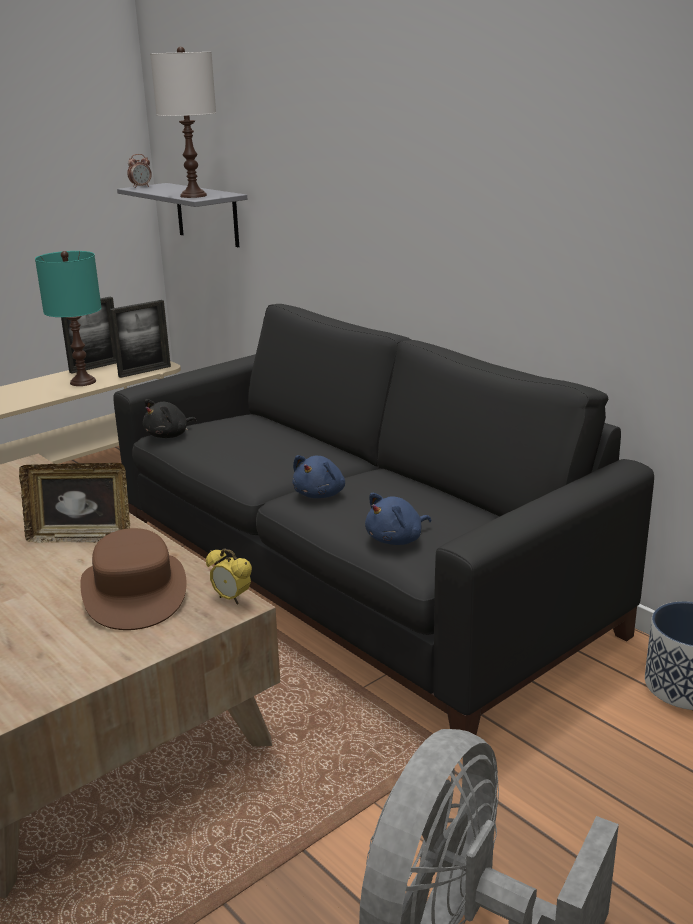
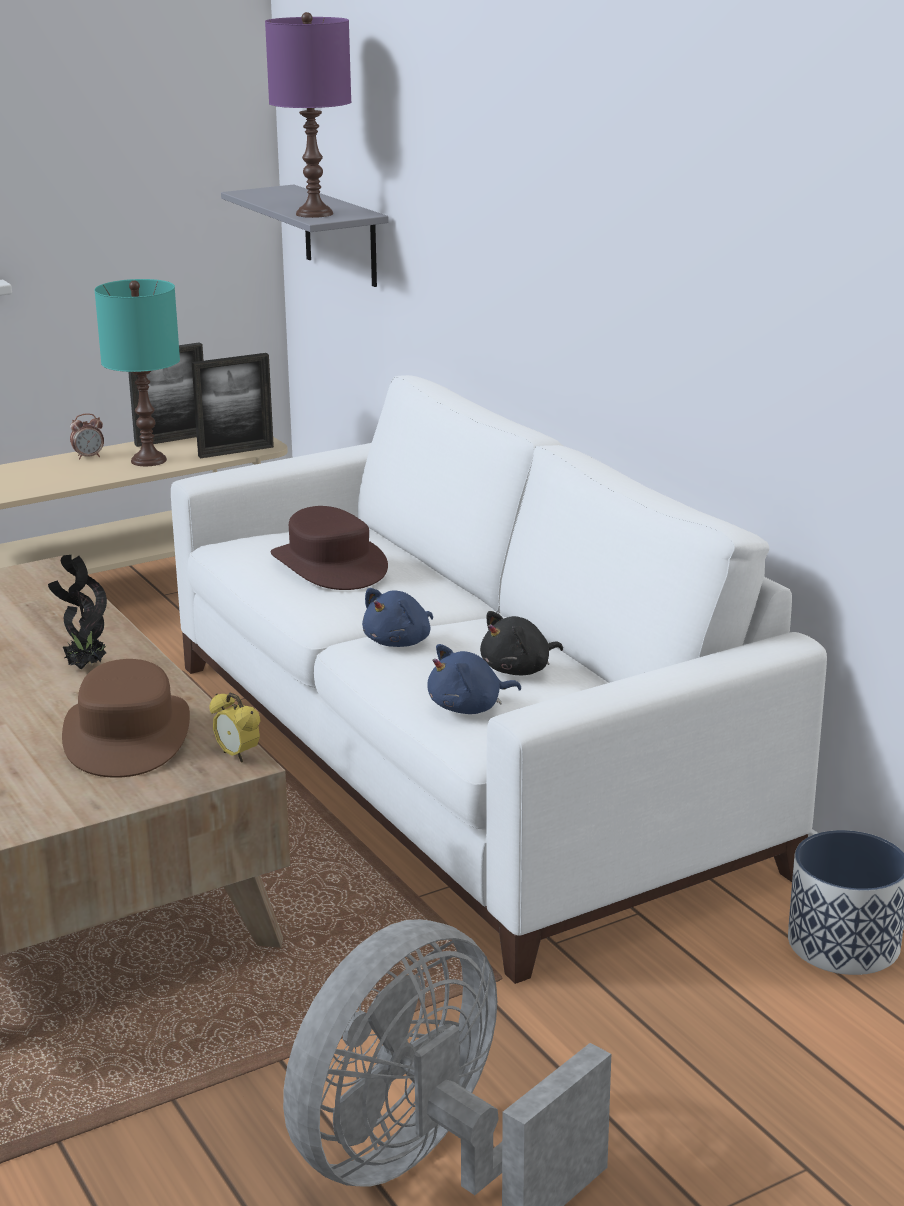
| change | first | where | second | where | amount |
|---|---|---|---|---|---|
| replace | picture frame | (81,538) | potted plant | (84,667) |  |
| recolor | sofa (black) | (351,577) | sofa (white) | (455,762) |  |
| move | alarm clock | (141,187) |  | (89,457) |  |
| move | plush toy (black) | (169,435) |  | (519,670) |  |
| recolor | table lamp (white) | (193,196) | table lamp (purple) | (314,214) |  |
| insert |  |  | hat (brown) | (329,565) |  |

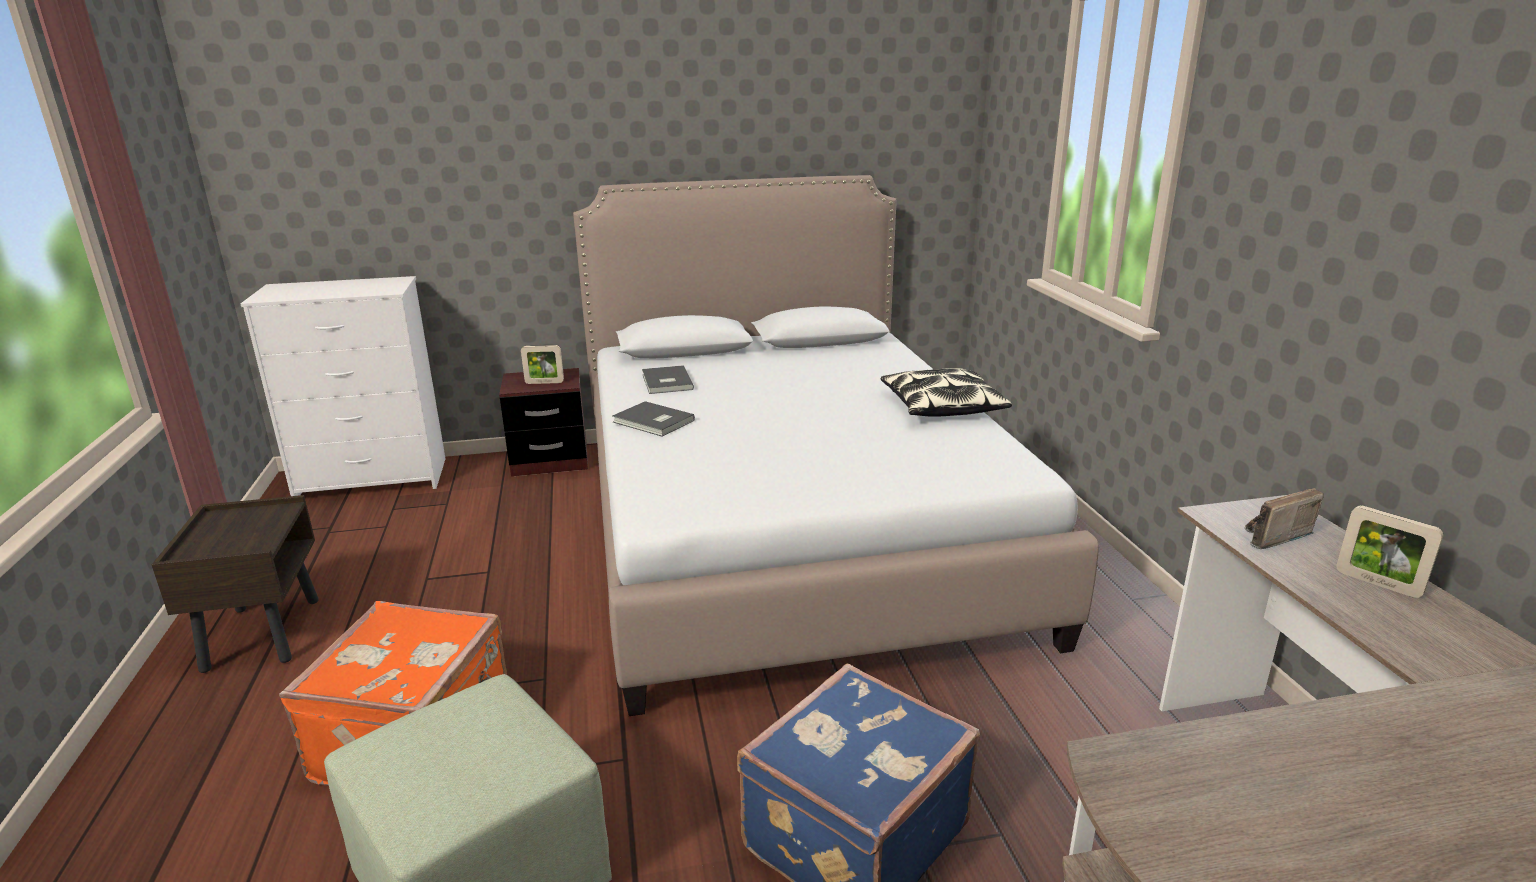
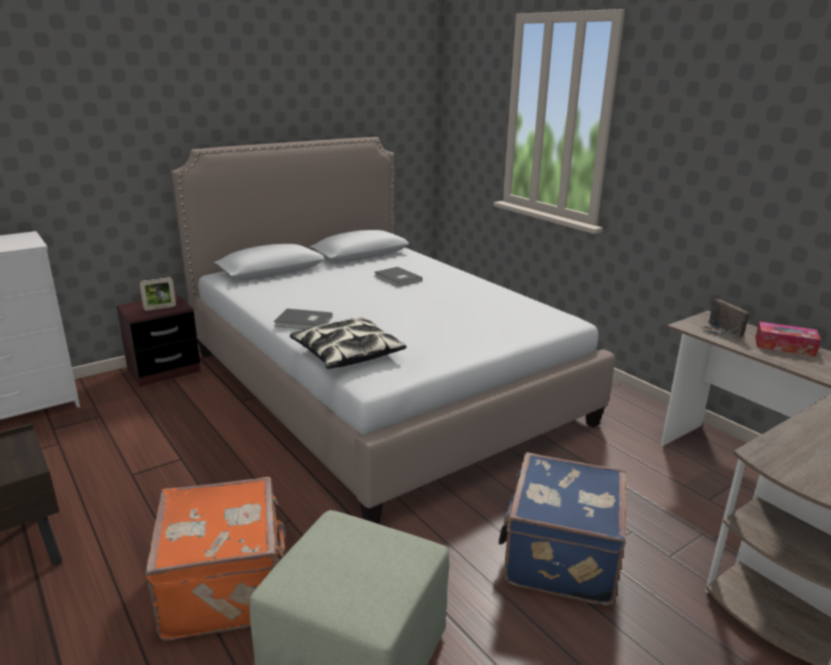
| change | first | where | second | where | amount |
|---|---|---|---|---|---|
| move | book (grey) | (665,382) |  | (397,278) |  |
| move | pillow | (941,406) |  | (347,353) |  |
| rotate | radio | (1269,536) |  | (720,332) | 60 degrees counterclockwise |
| replace | picture frame | (1377,583) | tissue box | (784,346) |  |

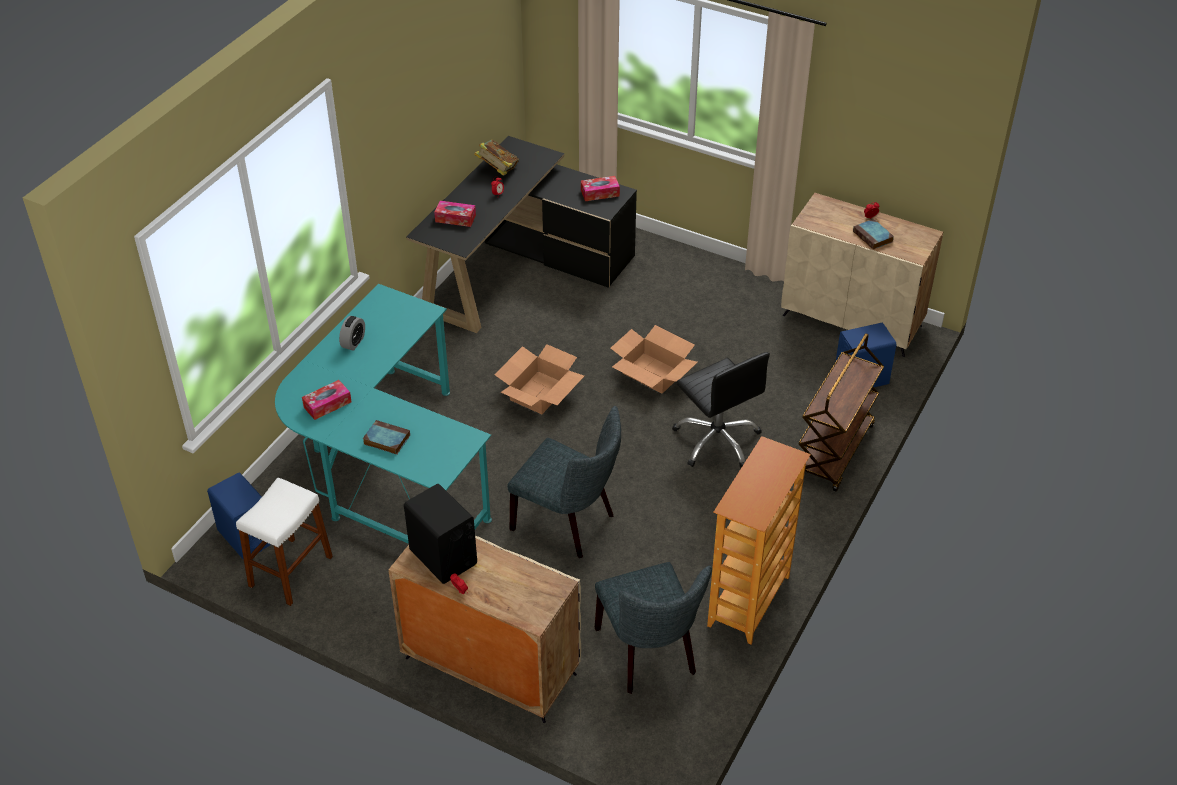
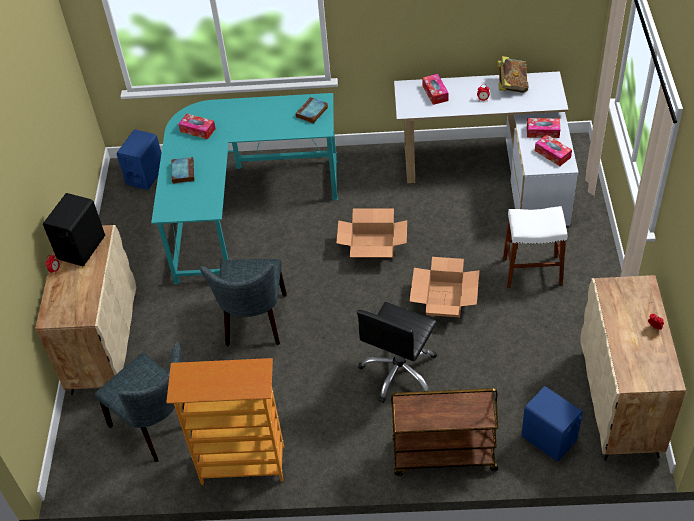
| change | first | where | second | where | amount |
|---|---|---|---|---|---|
| move | stool (white) | (290,571) |  | (532,271) |  |
| delete | alarm clock | (353,342) |  |  |  |
| recolor | desk (black) | (520,270) | desk (white) | (494,172) |  |
| rotate | chair (grey) | (649,655) |  | (158,426) | 90 degrees counterclockwise |
| move | book | (873,237) |  | (312,113) |  |
| insert |  |  | tissue box | (542,132) |  |

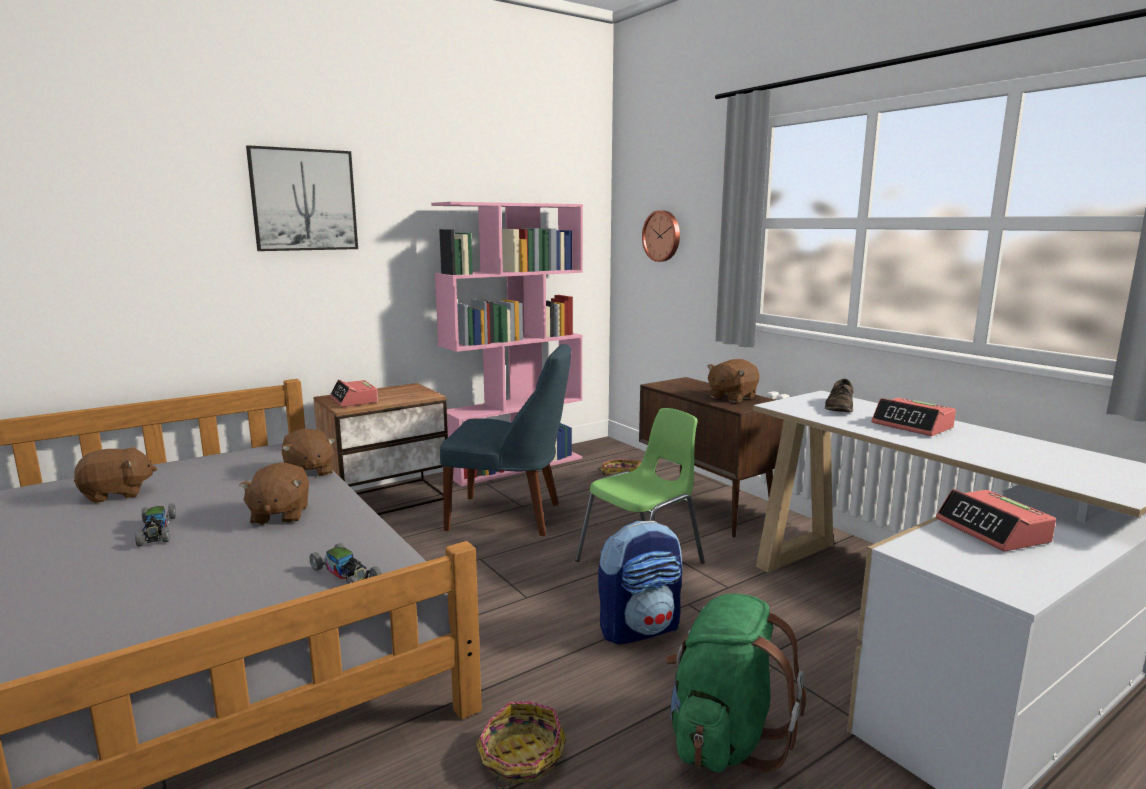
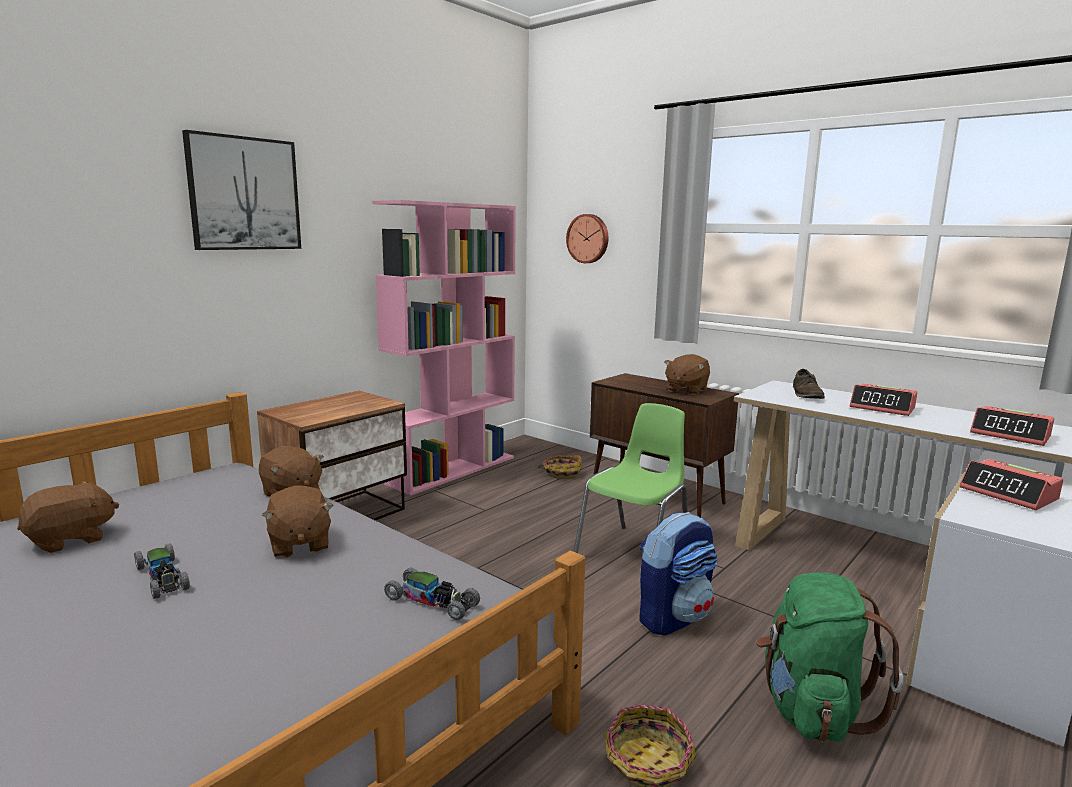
| change | first | where | second | where | amount |
|---|---|---|---|---|---|
| move | alarm clock | (354,400) |  | (1010,435) |  |
| delete | chair (blue) | (510,516) |  |  |  |

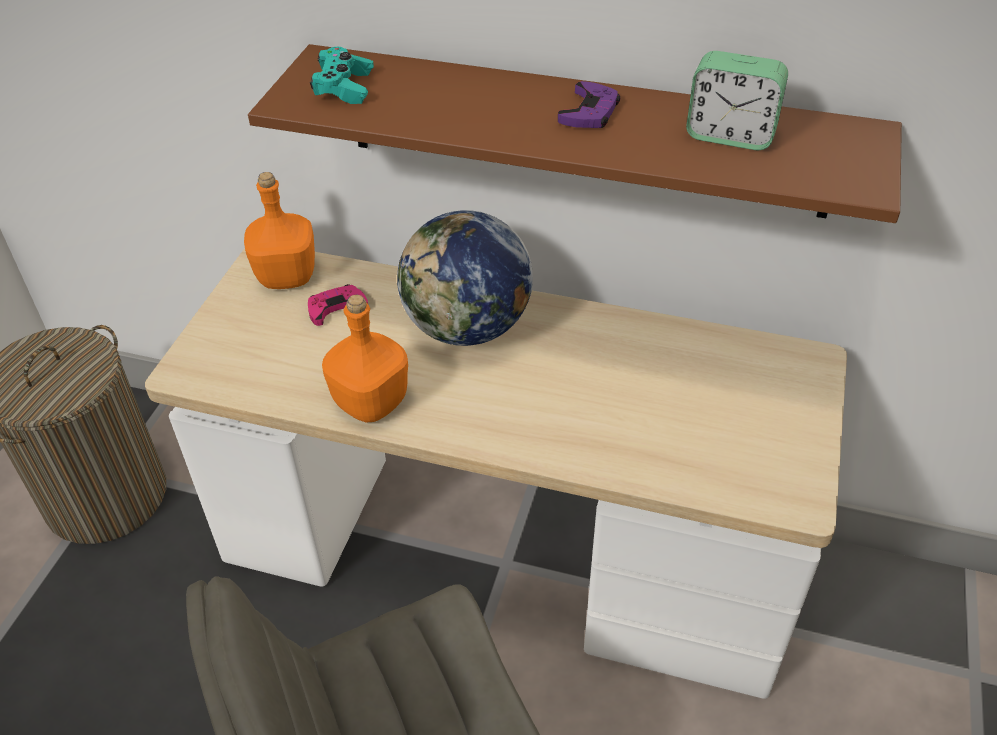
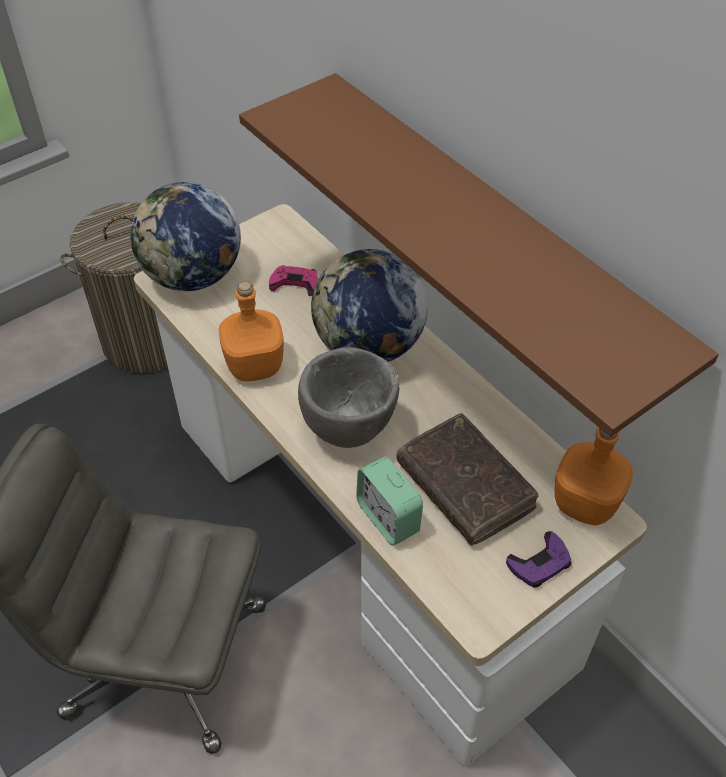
| change | first | where | second | where | amount |
|---|---|---|---|---|---|
| move | bottle (orange) | (285,277) |  | (583,503) |  |
| delete | game controller (turquoise) | (344,88) |  |  |  |
| move | game controller (purple) | (589,112) |  | (539,563) |  |
| move | alarm clock | (730,135) |  | (388,518) |  |
| insert |  |  | globe | (193,277) |  |
| insert |  |  | bowl (grey) | (349,432) |  |
| insert |  |  | book (brown) | (464,487) |  |

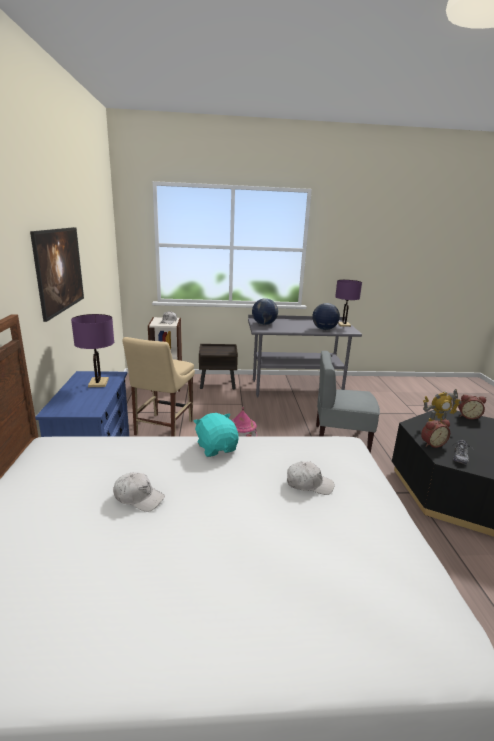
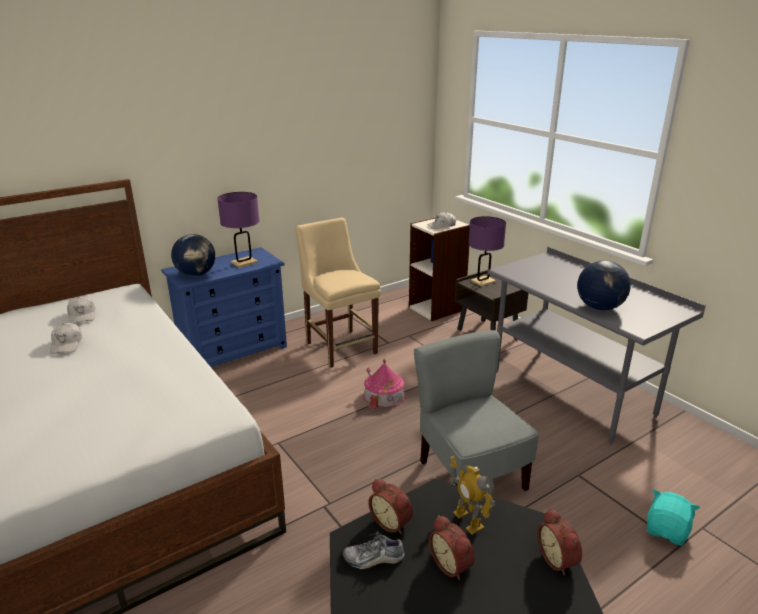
| change | first | where | second | where | amount |
|---|---|---|---|---|---|
| delete | picture | (62,289) |  |  |  |
| rotate | chair (beige) | (162,429) |  | (340,346) | 75 degrees clockwise |
| move | plush toy (turquoise) | (217,448) |  | (667,530) |  |
| move | globe | (264,324) |  | (196,274) |  |
| move | cap (white) | (309,484) |  | (82,315) |  |
| move | table lamp (purple) | (344,324) |  | (483,281) |  |
| insert |  |  | alarm clock | (452,564) |  |

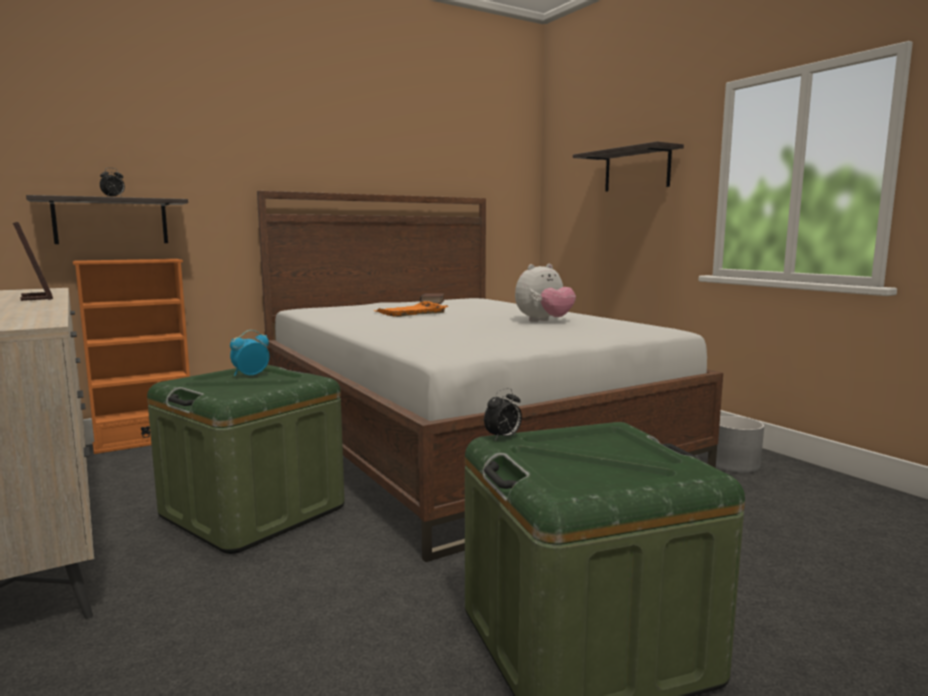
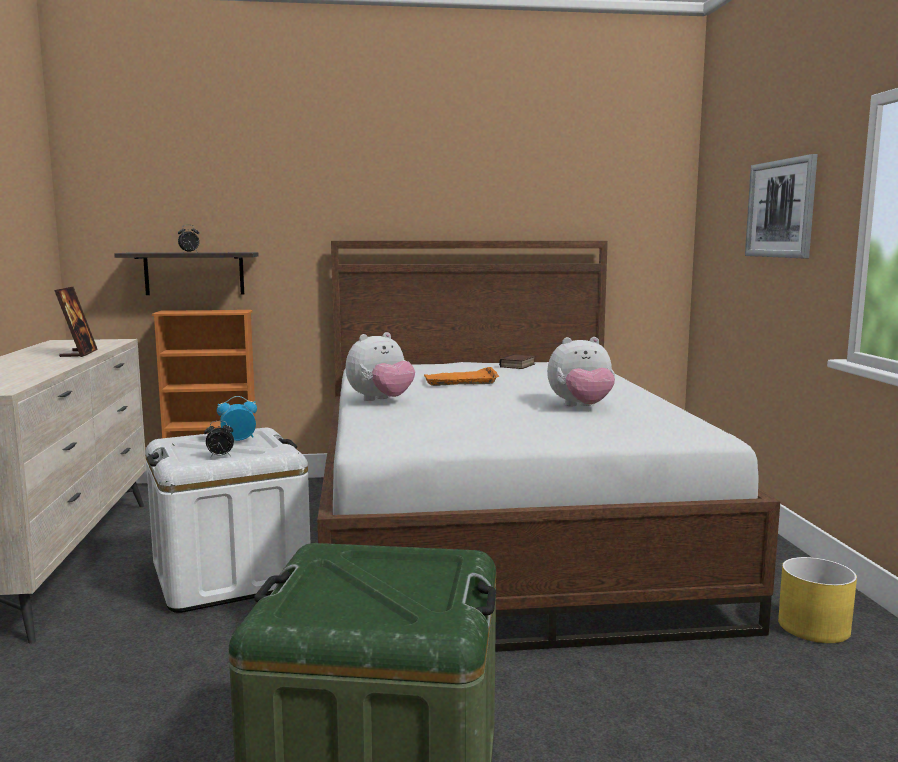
| change | first | where | second | where | amount |
|---|---|---|---|---|---|
| recolor | storage box (green) | (253,511) | storage box (white) | (230,575) |  |
| move | alarm clock | (503,437) |  | (220,456) |  |
| replace | shelf | (637,170) | picture | (780,209) |  |
| recolor | planter (grey) | (734,465) | planter (yellow) | (814,627) |  |
| insert |  |  | plush toy | (381,400) |  |

